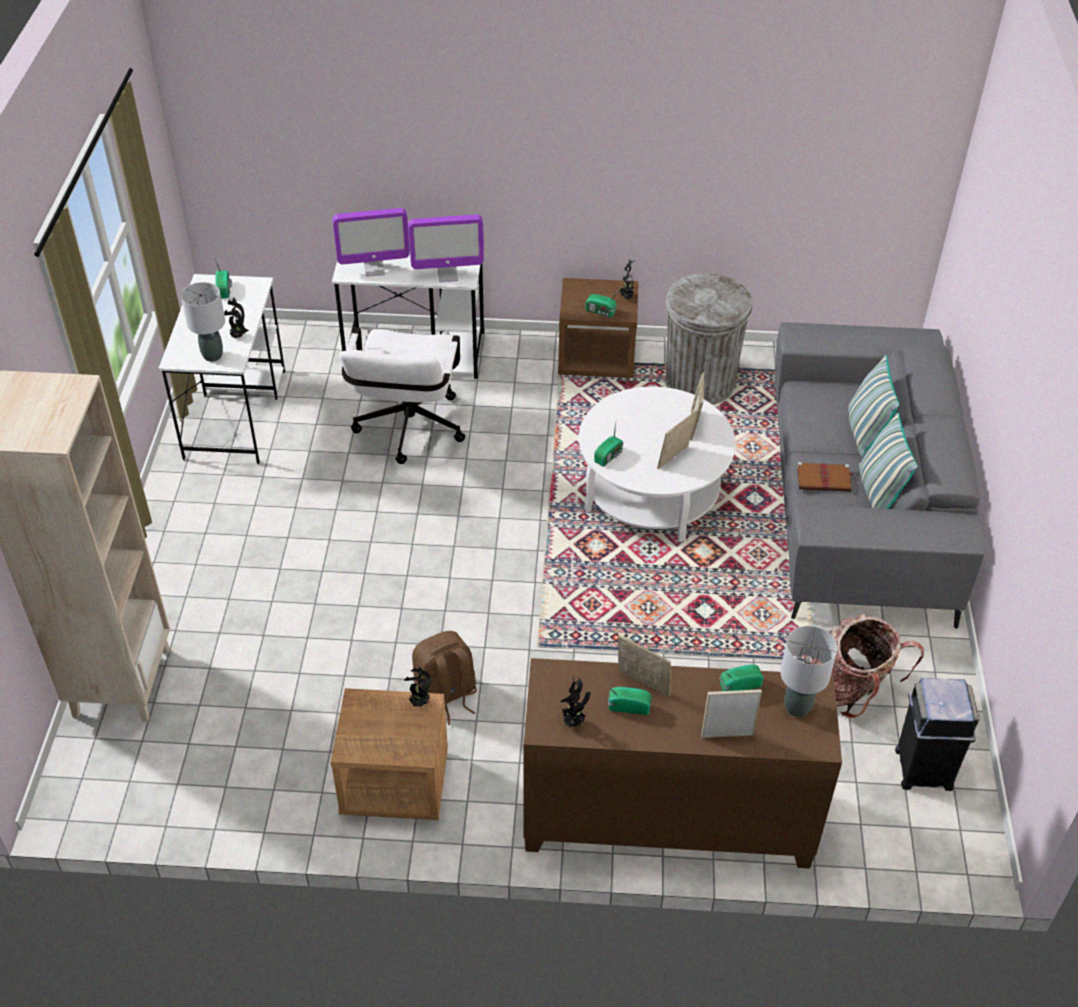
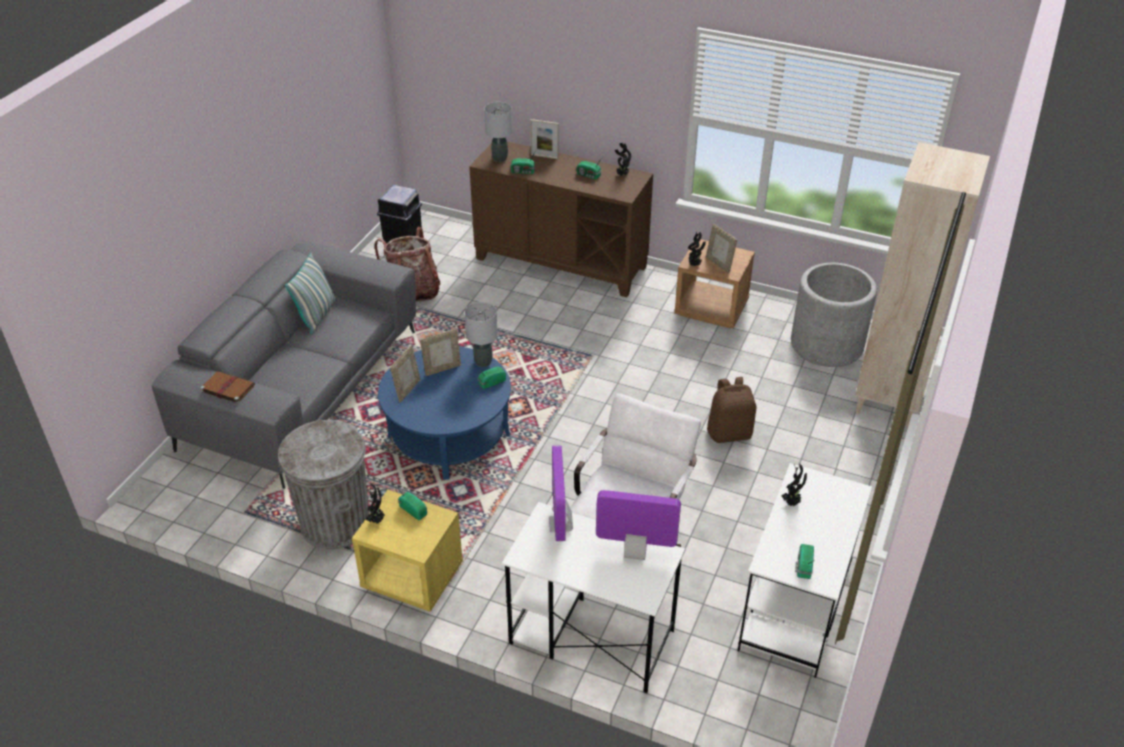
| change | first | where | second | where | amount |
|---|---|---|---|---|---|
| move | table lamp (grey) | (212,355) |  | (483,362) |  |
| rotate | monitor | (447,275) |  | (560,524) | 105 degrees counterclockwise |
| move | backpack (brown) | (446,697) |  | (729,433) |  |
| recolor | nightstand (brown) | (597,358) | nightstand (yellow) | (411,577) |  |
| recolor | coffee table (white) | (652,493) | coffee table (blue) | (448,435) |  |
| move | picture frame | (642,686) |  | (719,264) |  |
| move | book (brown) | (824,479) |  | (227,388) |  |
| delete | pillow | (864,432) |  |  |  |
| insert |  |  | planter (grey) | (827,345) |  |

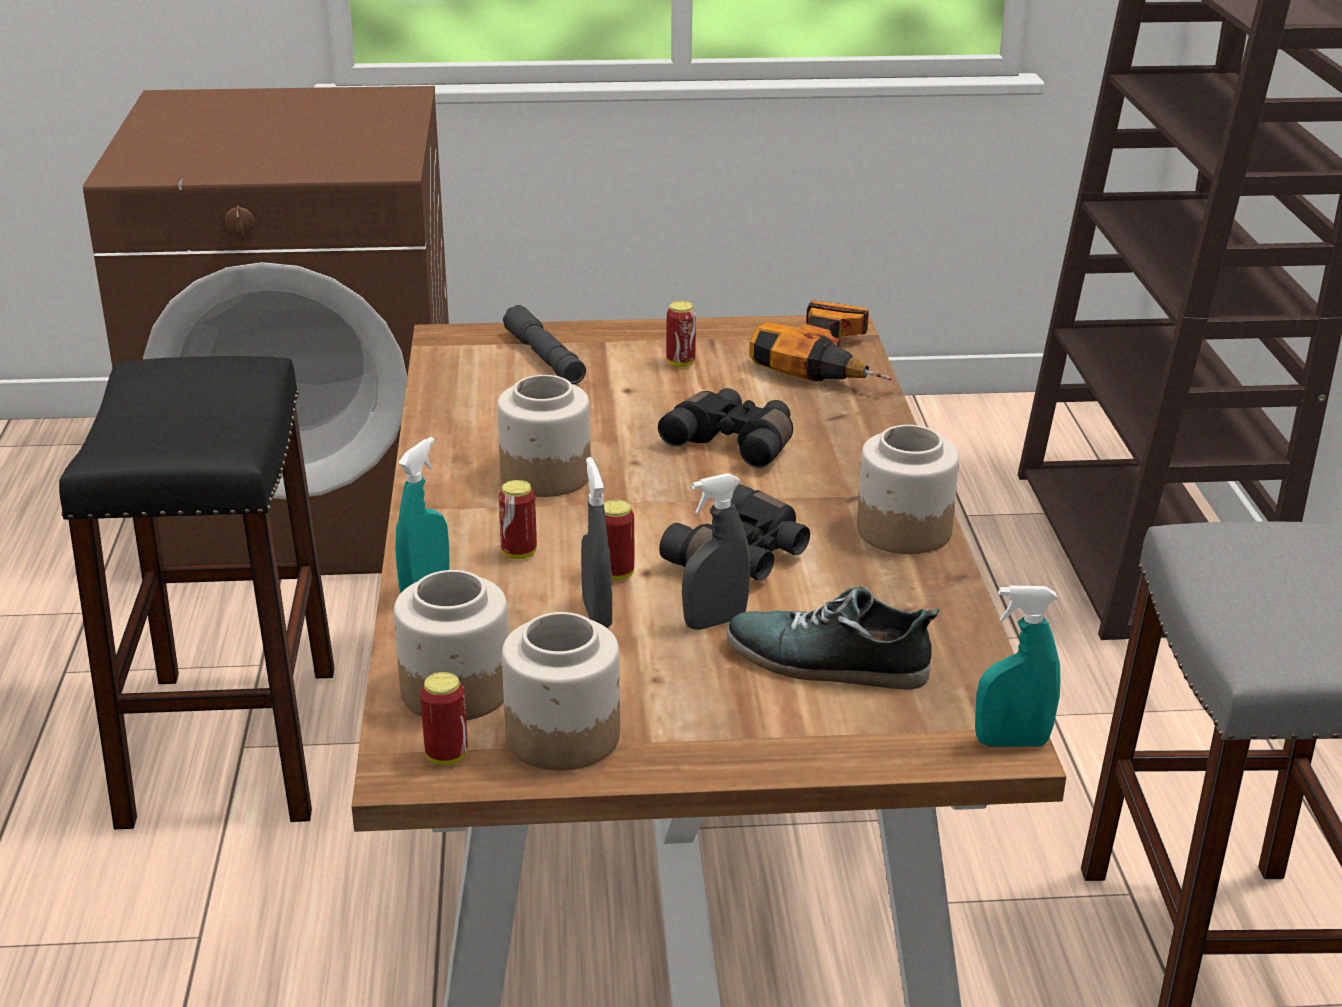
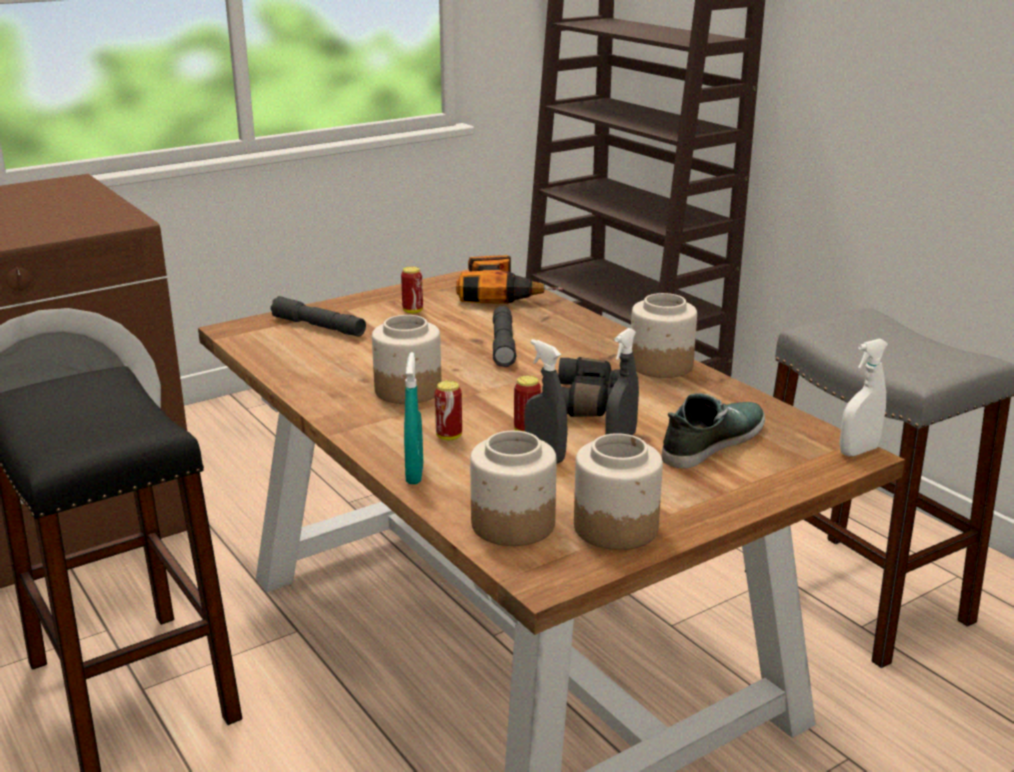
| change | first | where | second | where | amount |
|---|---|---|---|---|---|
| delete | can | (446,756) |  |  |  |
| replace | binoculars (black) | (734,442) | flashlight (grey) | (503,344) |  |
| rotate | shoe | (827,662) |  | (711,442) | 150 degrees clockwise |
| recolor | spray bottle (turquoise) | (1011,742) | spray bottle (white) | (858,451) |  |

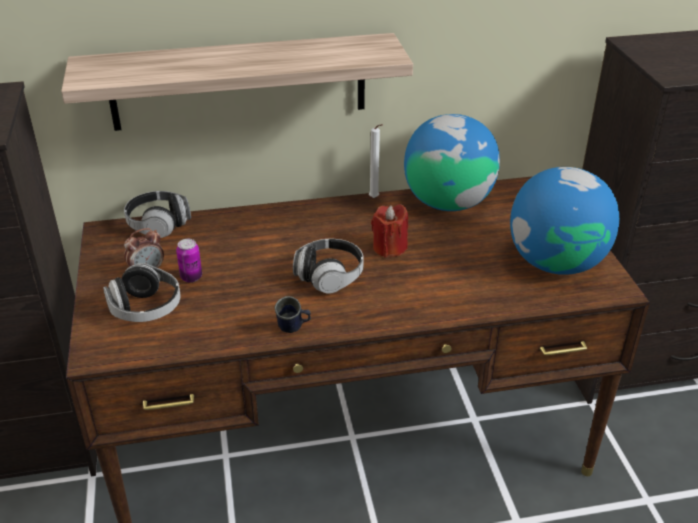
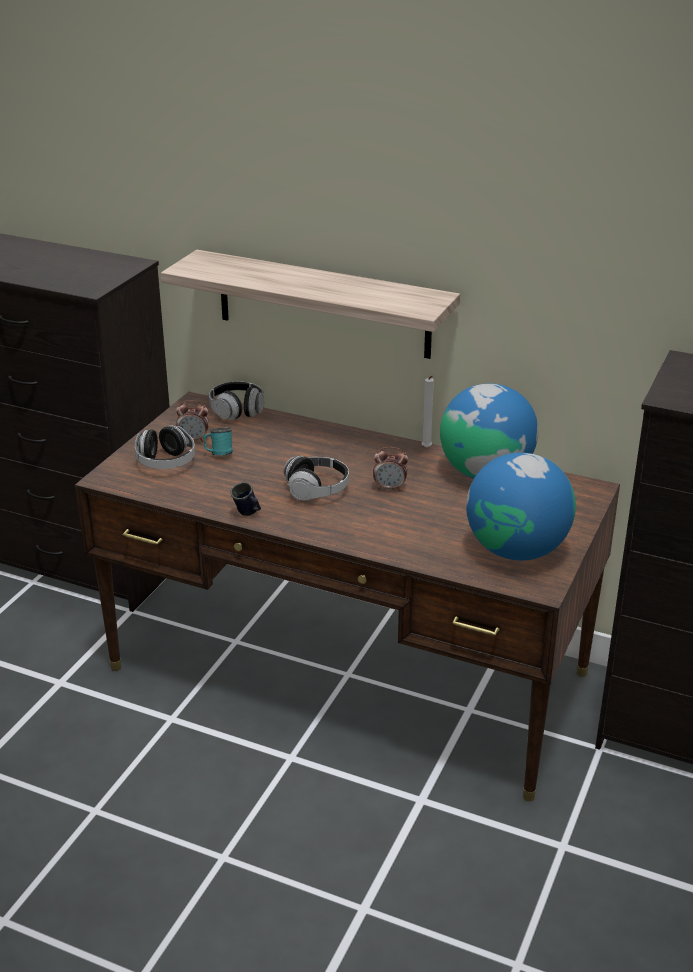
| change | first | where | second | where | amount |
|---|---|---|---|---|---|
| replace | can | (191,277) | mug (turquoise) | (218,454) |  |
| replace | candle (red) | (389,248) | alarm clock | (390,488) |  |

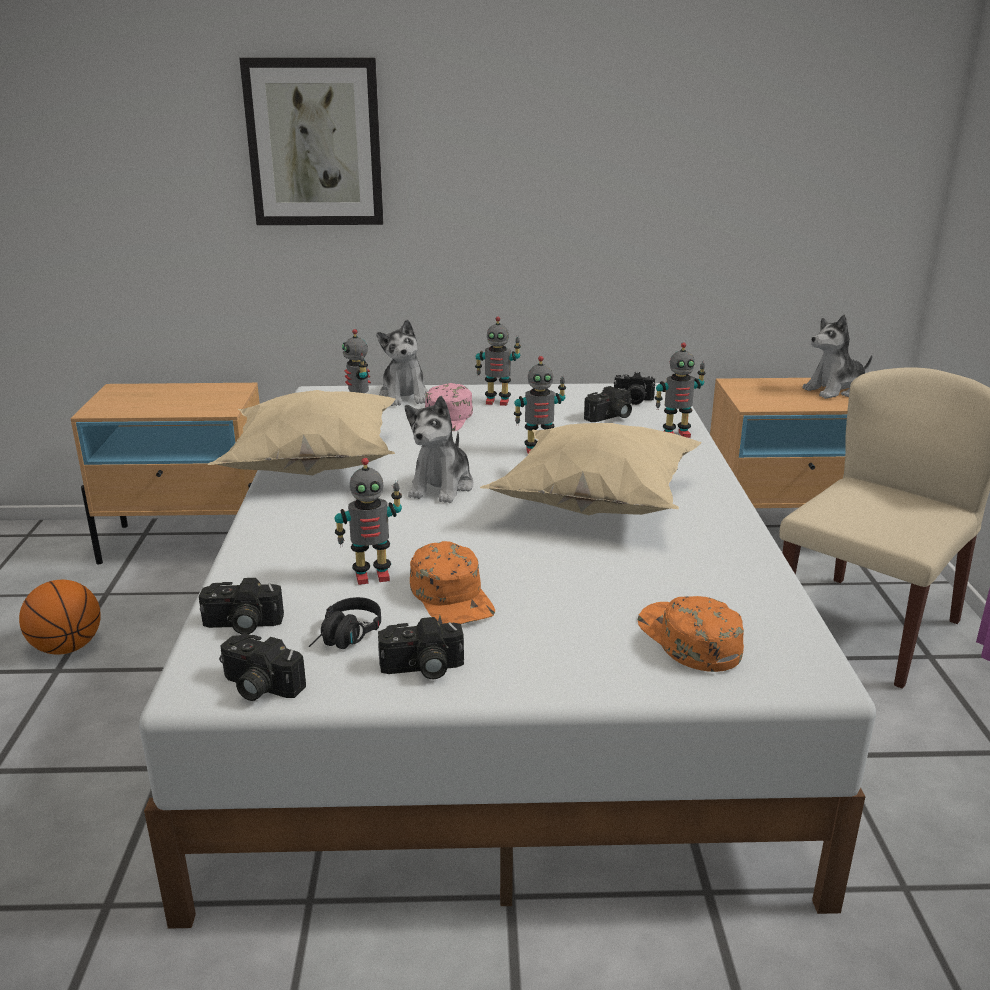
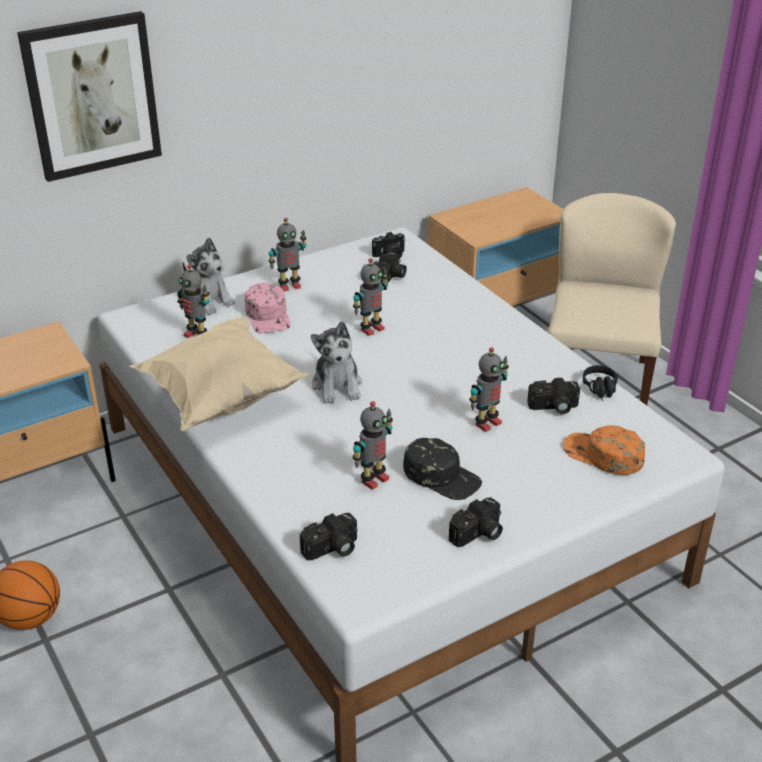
| change | first | where | second | where | amount |
|---|---|---|---|---|---|
| move | photo camera | (258,687) |  | (553,407) |  |
| move | headphones (black) | (345,638) |  | (601,391) |  |
| recolor | cap (orange) | (452,596) | cap (black) | (442,476) |  |
| delete | pillow (beige) | (594,506) |  |  |  |
| move | toy robot | (676,434) |  | (486,423) |  |
| delete | plush toy | (835,390) |  |  |  |

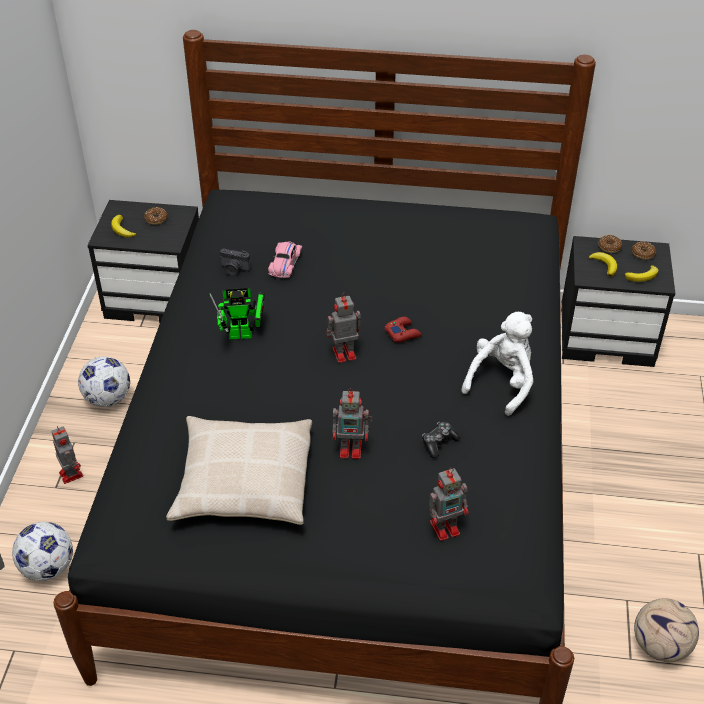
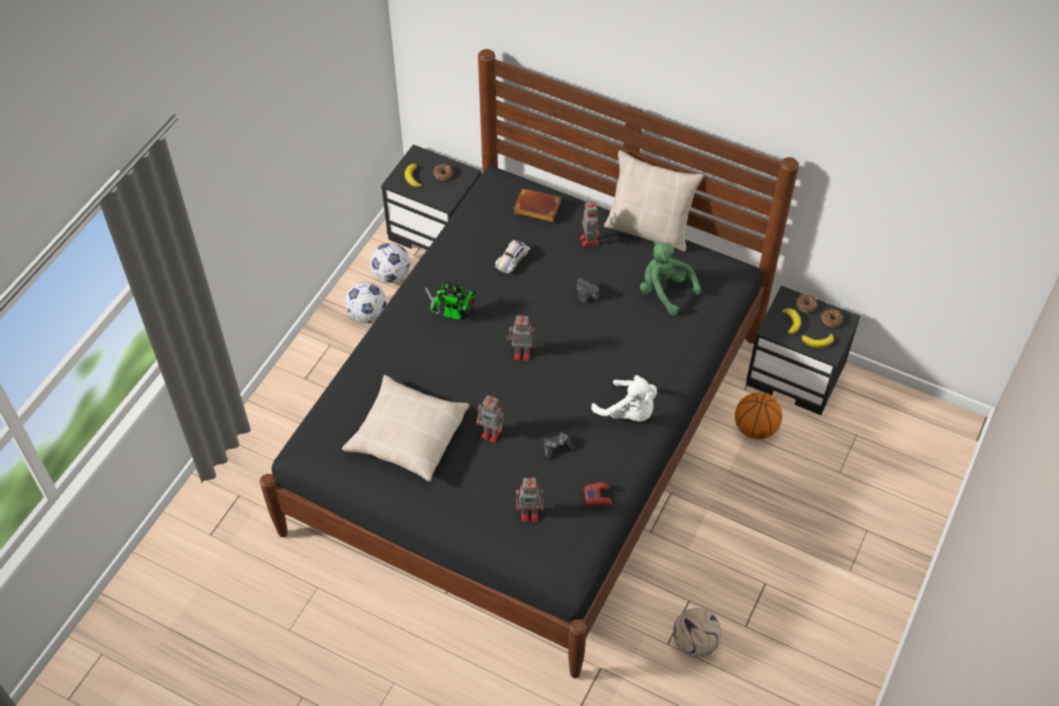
| change | first | where | second | where | amount |
|---|---|---|---|---|---|
| move | football | (48,568) |  | (391,275) |  |
| move | toy robot | (70,473) |  | (589,239) |  |
| move | photo camera | (234,269) |  | (585,296) |  |
| recolor | toy car (pink) | (285,264) | toy car (white) | (512,259) |  |
| move | game controller (red) | (402,333) |  | (598,496) |  |
| rotate | plush toy (white) | (502,382) |  | (628,412) | 75 degrees clockwise |
| insert |  |  | book (brown) | (535,209) |  |
| insert |  |  | pillow (beige) | (649,229) |  |
| insert |  |  | plush toy (green) | (664,291) |  |
| insert |  |  | basketball | (755,428) |  |

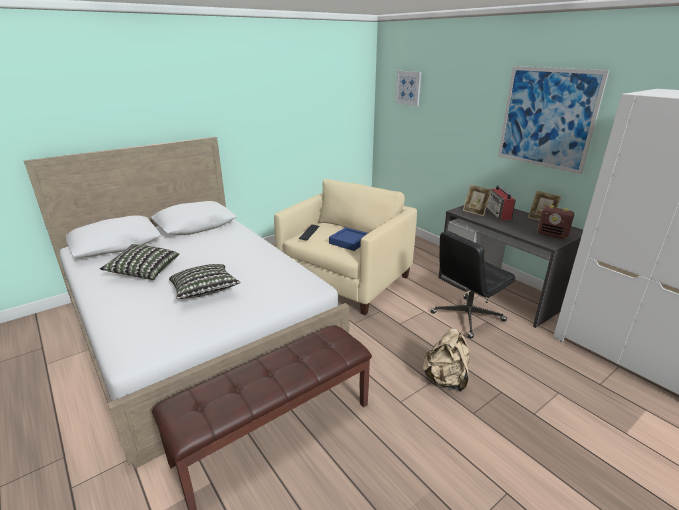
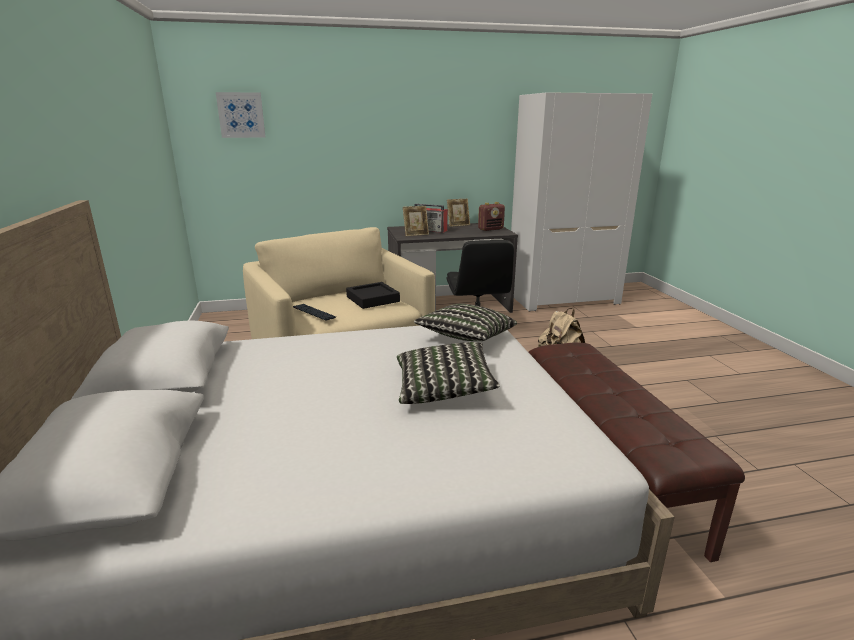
| change | first | where | second | where | amount |
|---|---|---|---|---|---|
| move | pillow | (144,271) |  | (466,338) |  |
| recolor | tray (blue) | (349,242) | tray (black) | (373,299) |  |
| delete | picture | (547,118) |  |  |  |

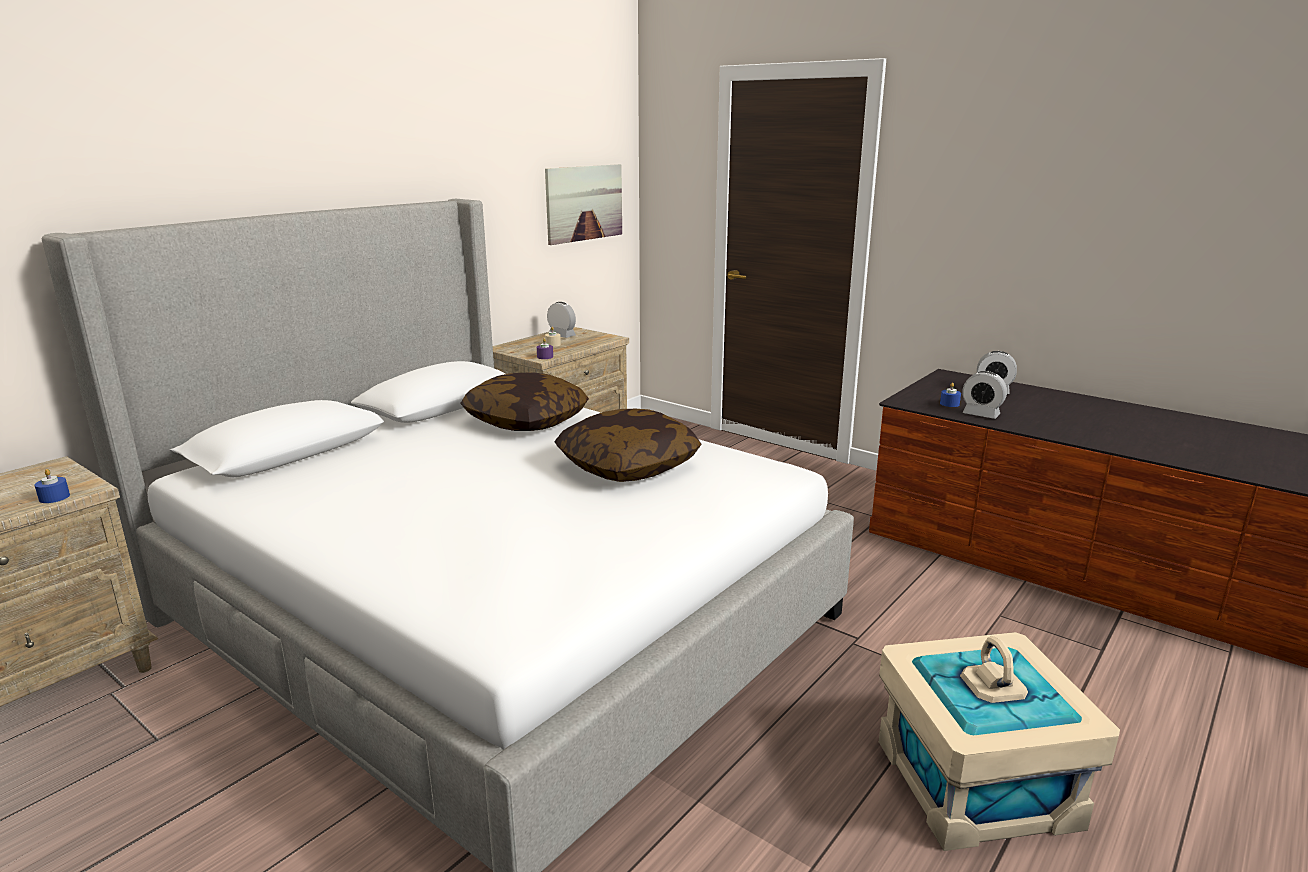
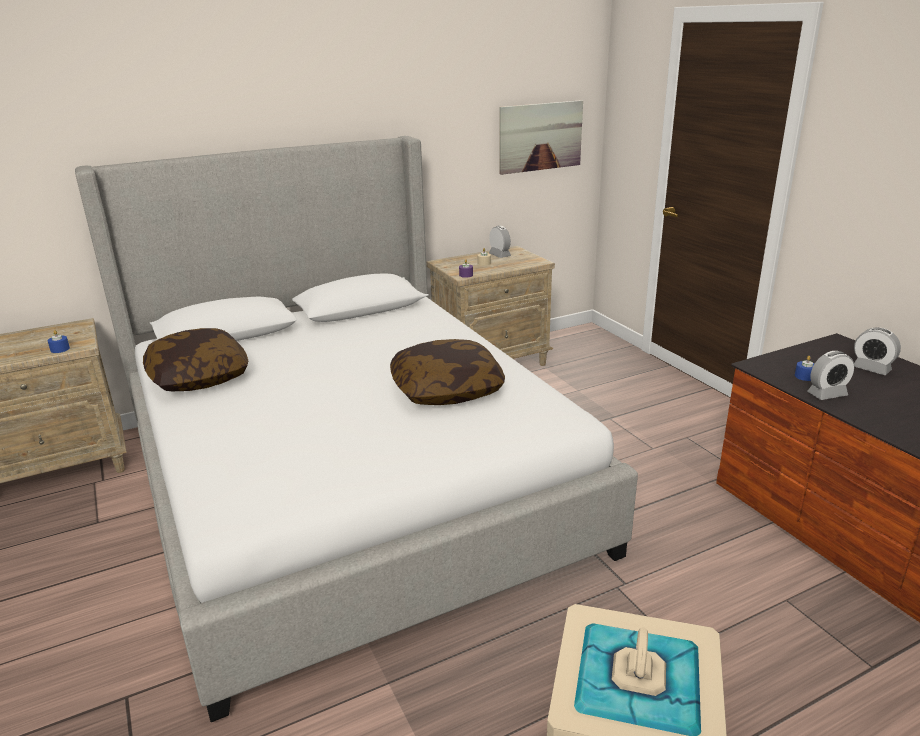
| change | first | where | second | where | amount |
|---|---|---|---|---|---|
| move | pillow | (526,421) |  | (198,377) |  |
| rotate | alarm clock | (981,414) |  | (827,394) | 75 degrees counterclockwise |

